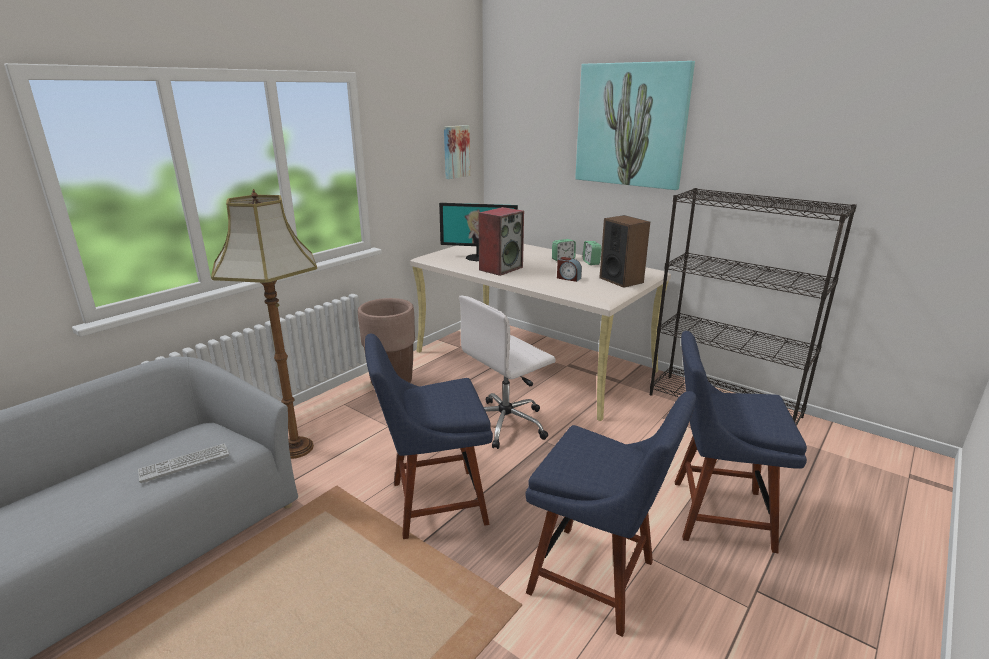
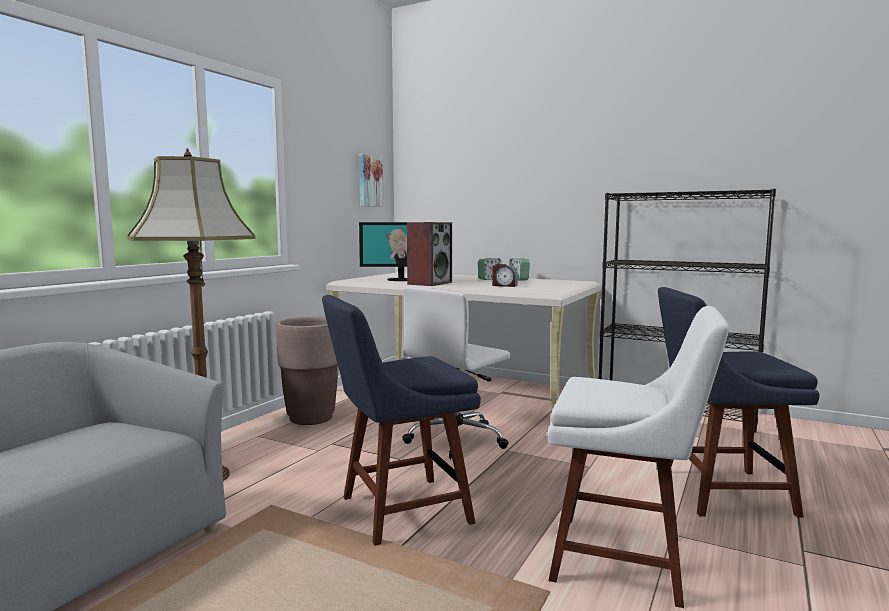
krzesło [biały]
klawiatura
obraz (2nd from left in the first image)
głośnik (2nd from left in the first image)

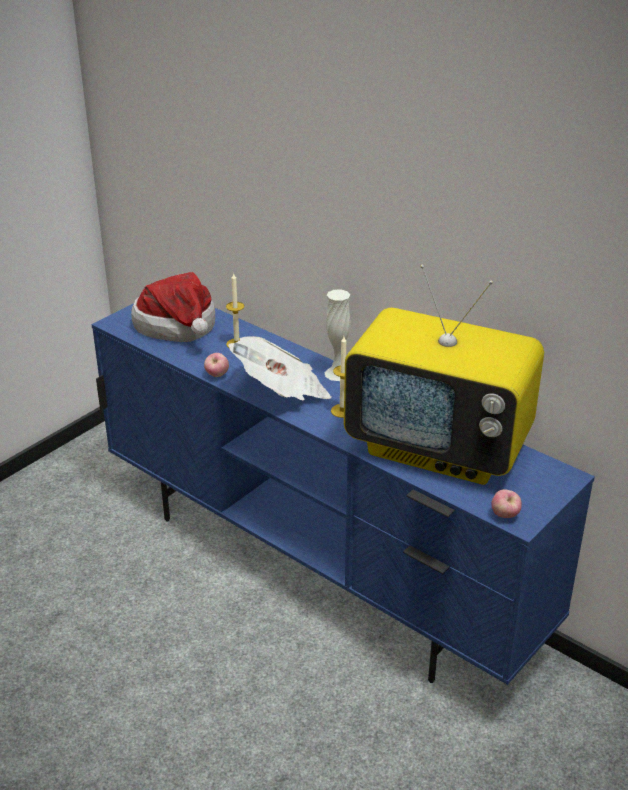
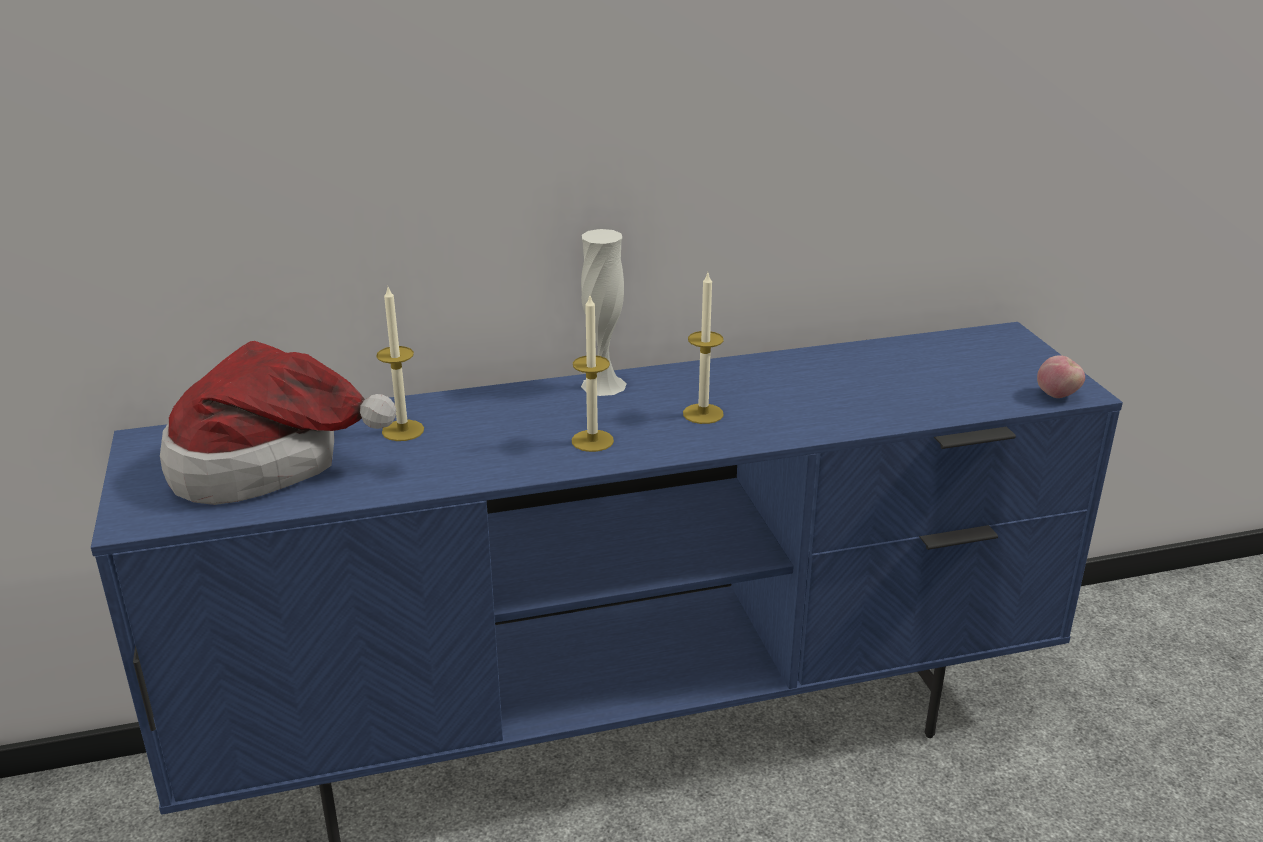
świeca (2nd from left)
jabłko (1st from left in the first image)
telewizor

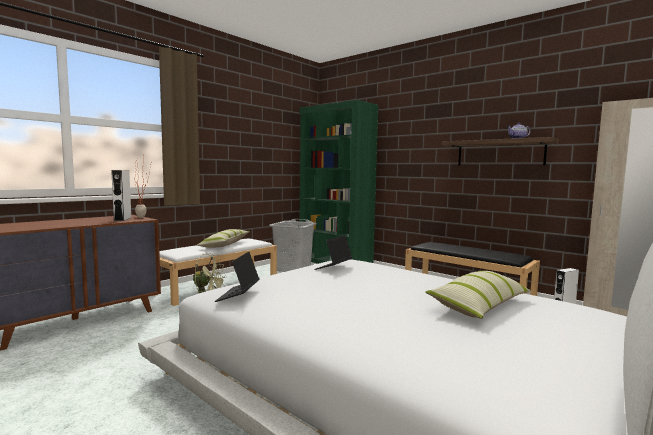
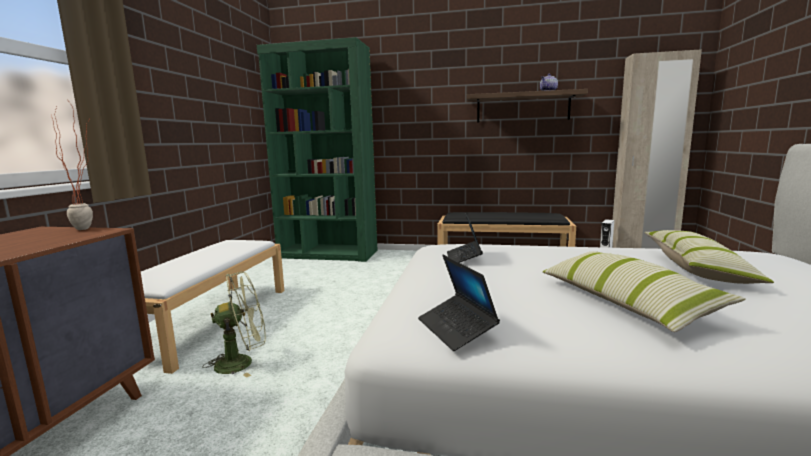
poduszka (1st from left)
głośnik [biały] (1st from left in the first image)
kosz na pranie [szary]

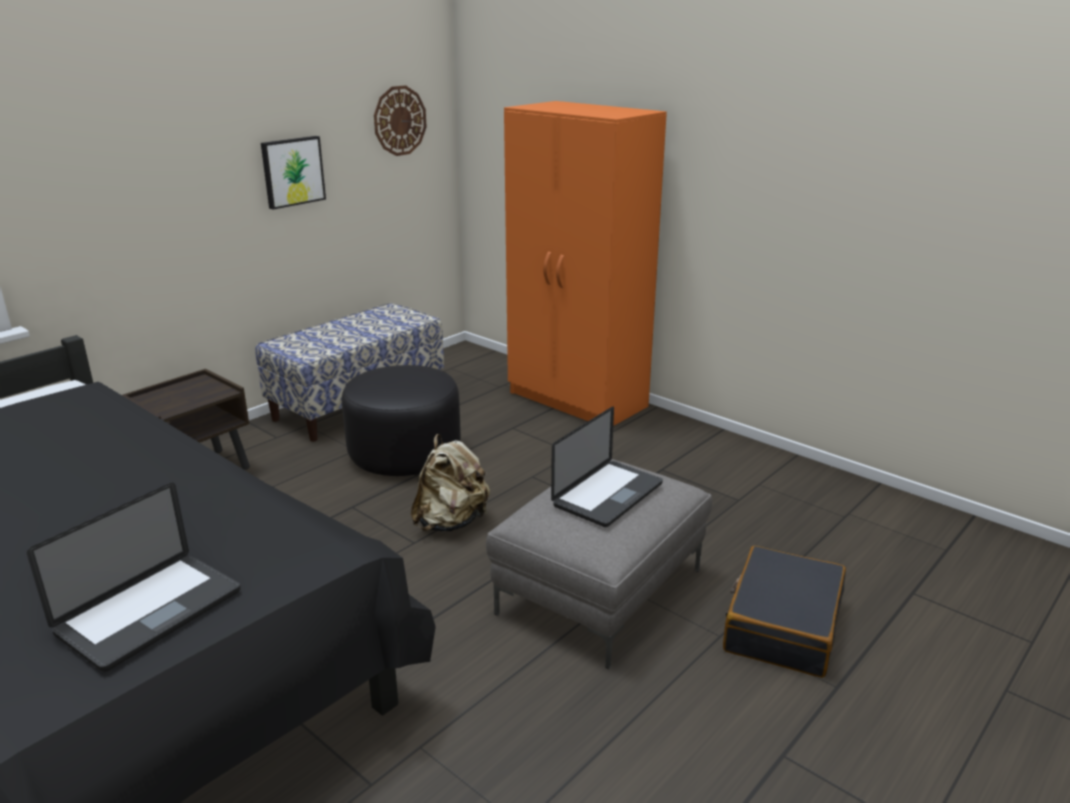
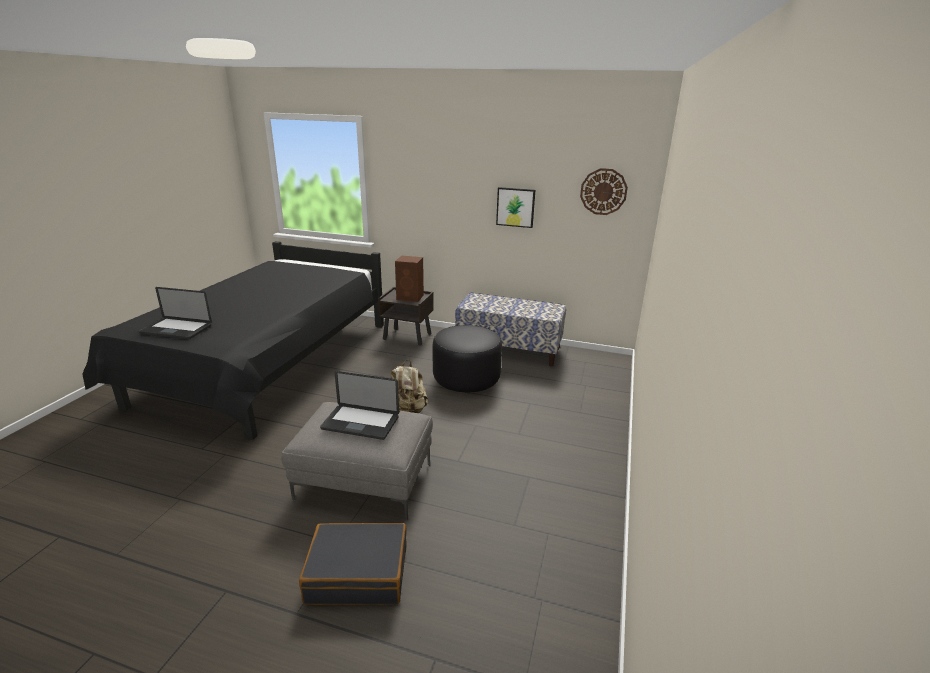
głośnik [brązowy]
szafa [pomarańczowy]

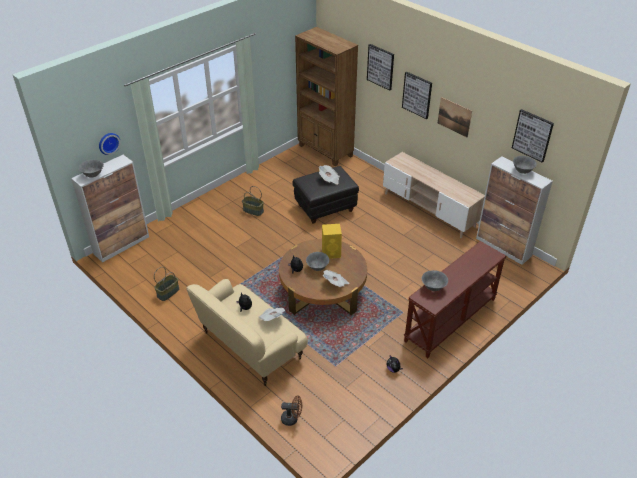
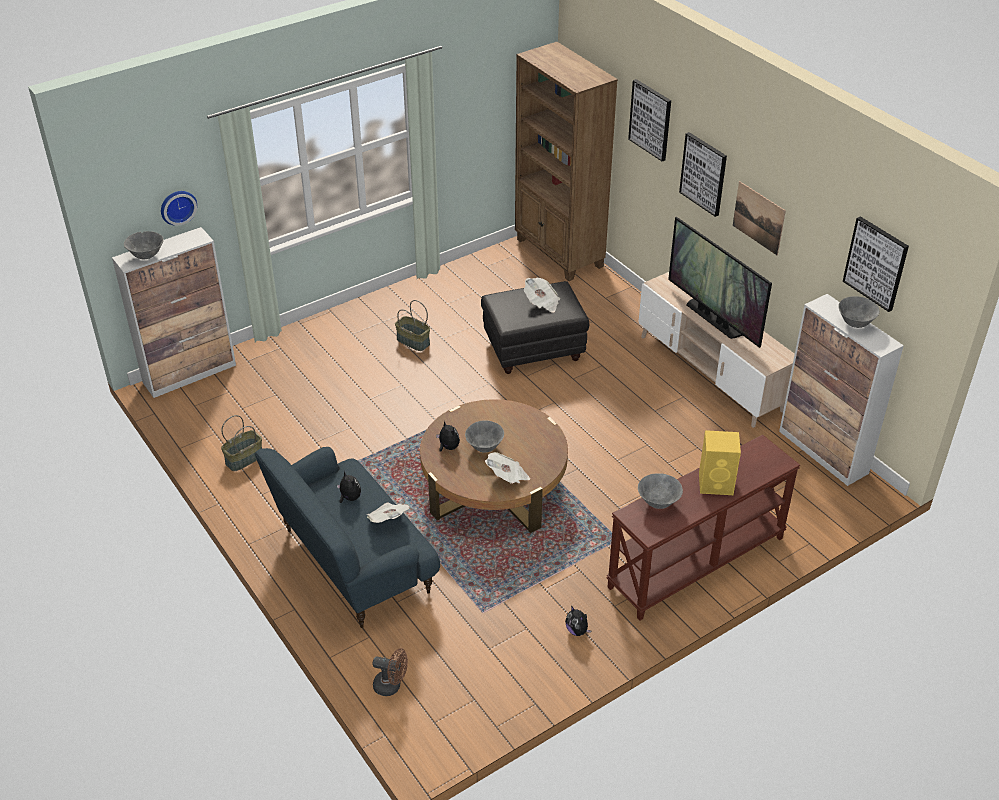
kanapa [niebieski]
telewizor
głośnik [żółty]

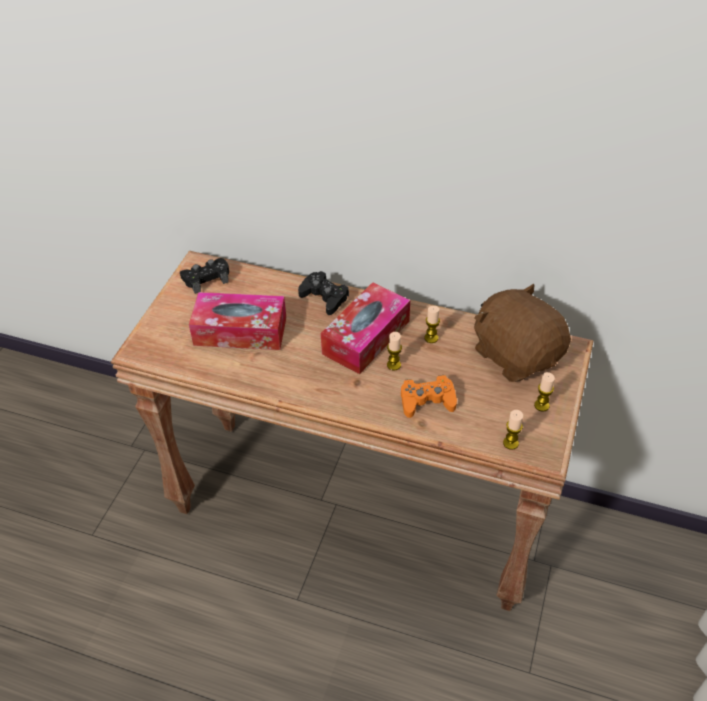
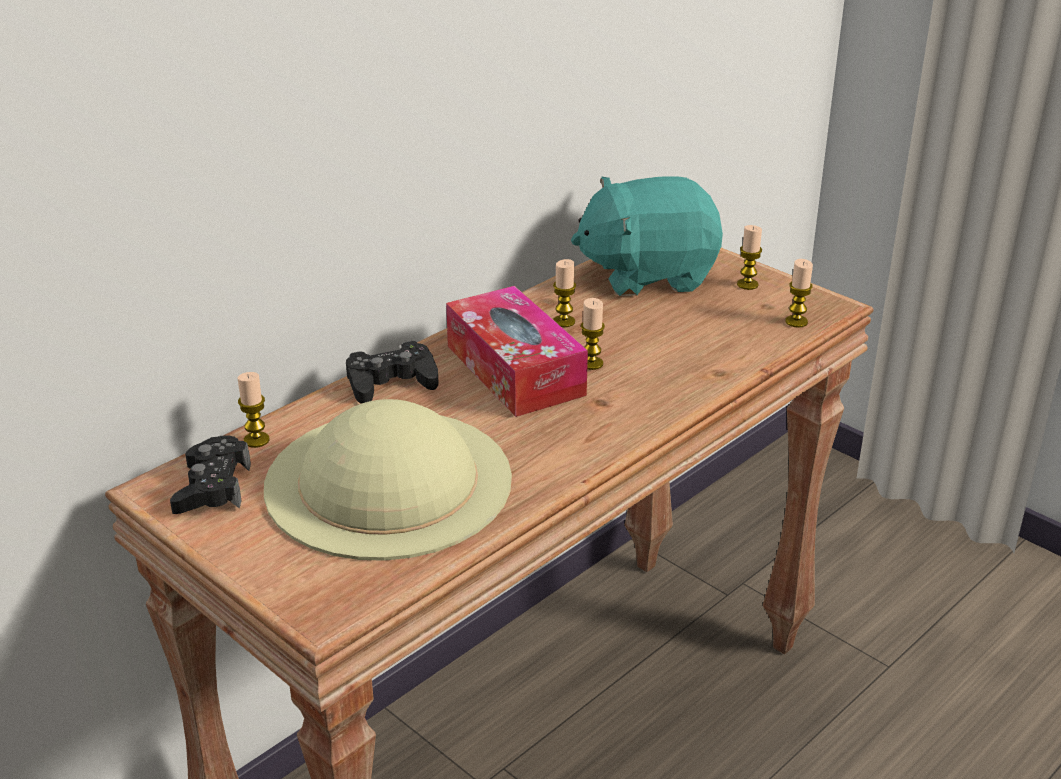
świeca (1st from left)
kapelusz [beżowy]
pluszak [turkusowy]
pad do gier [pomarańczowy]

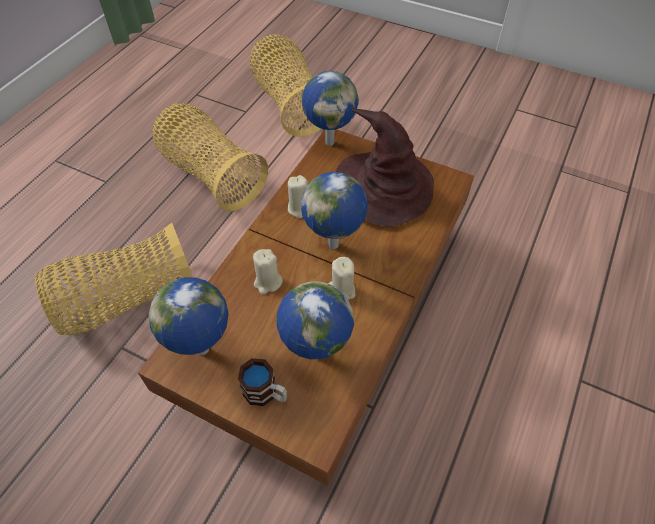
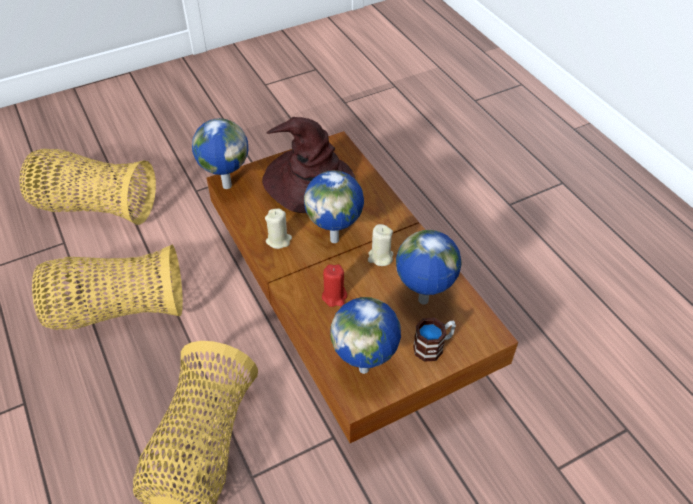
świeca [czerwony]

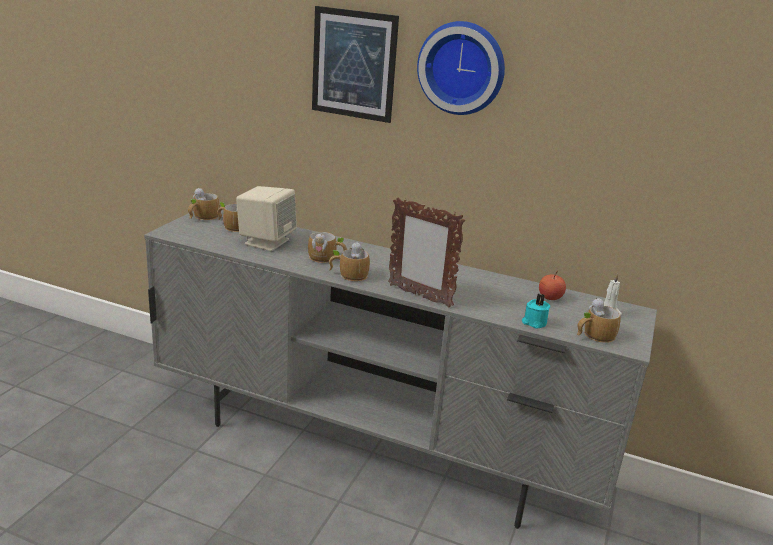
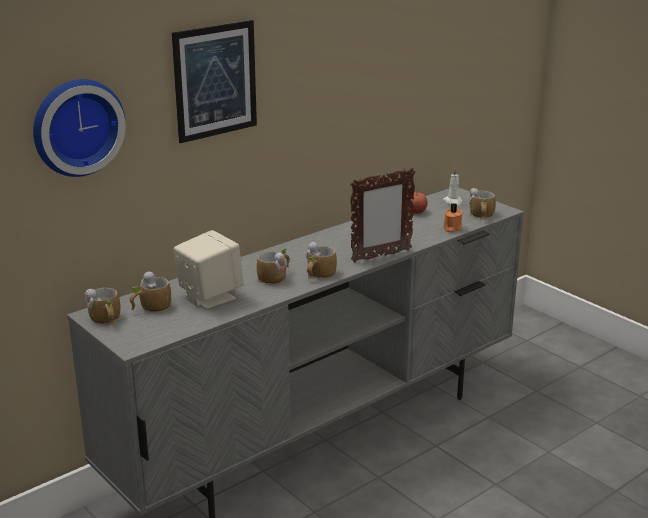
zegar ścienny
świeca [pomarańczowy]

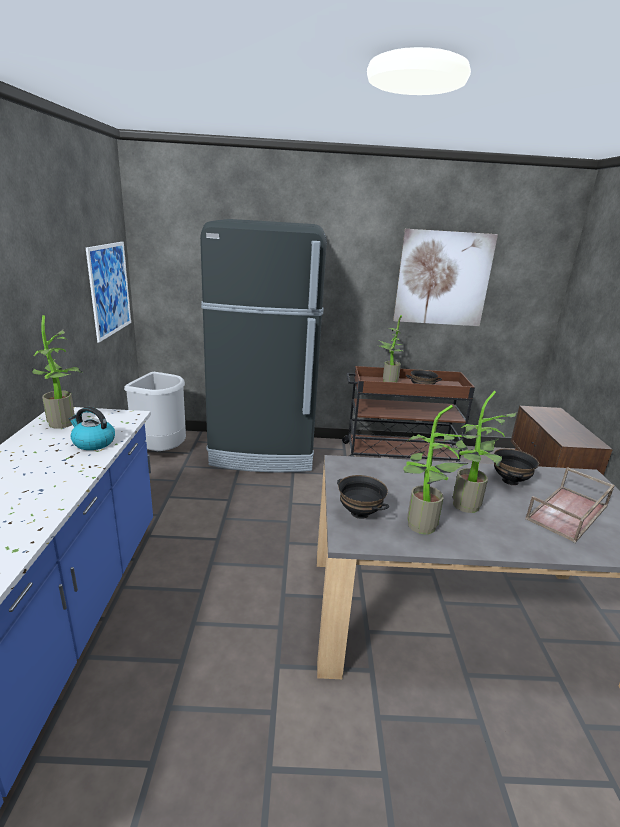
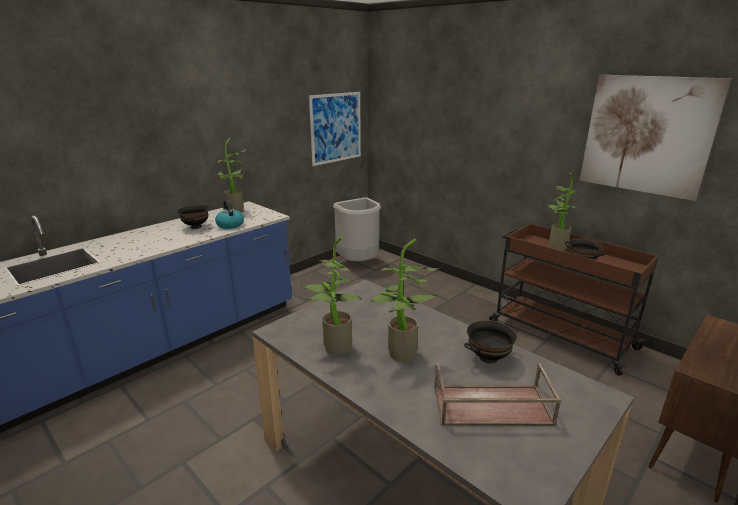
miska [czarny] (1st from left)
lodówka [czarny]

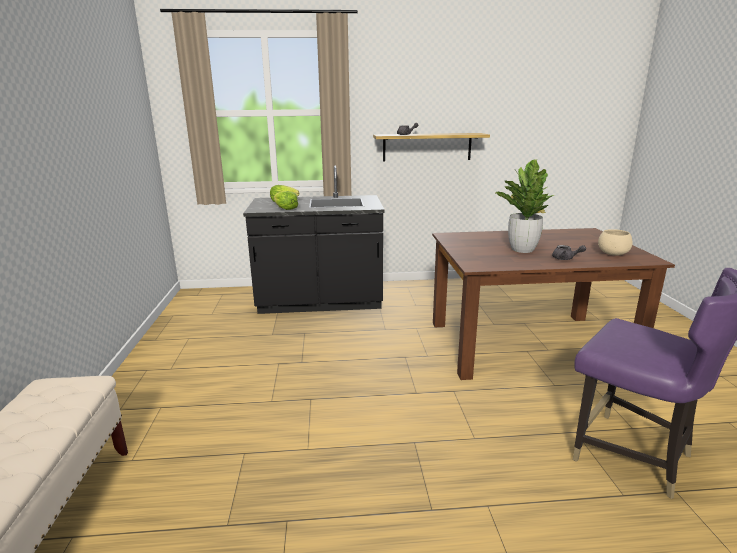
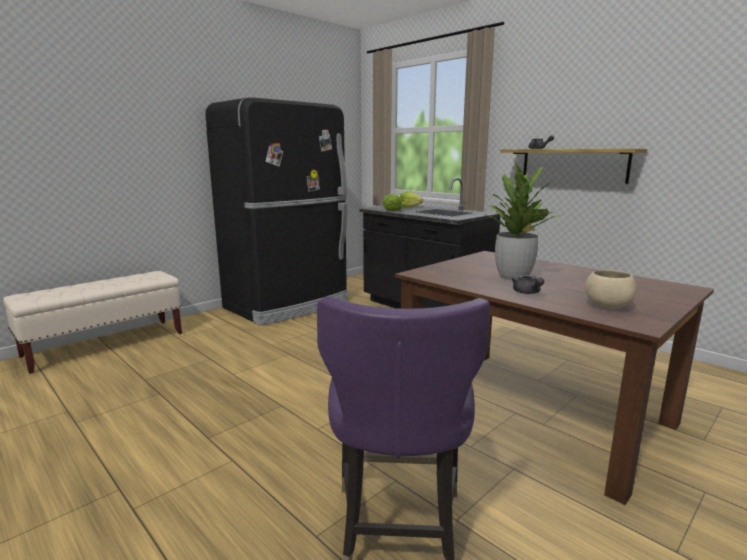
lodówka [czarny]

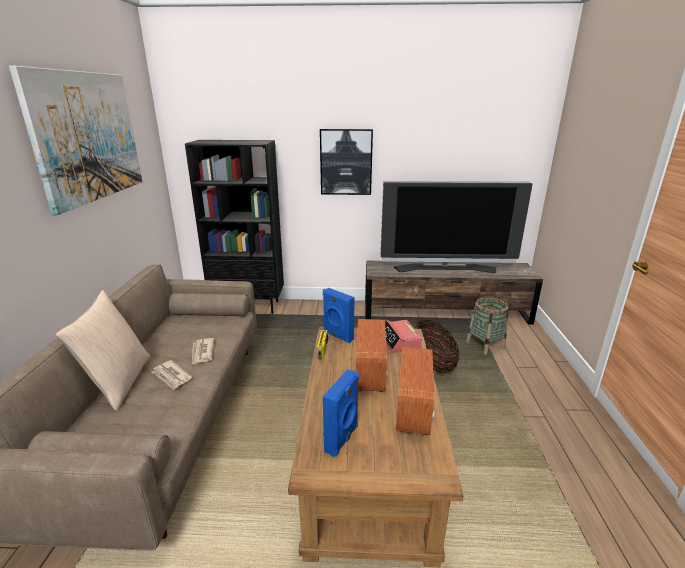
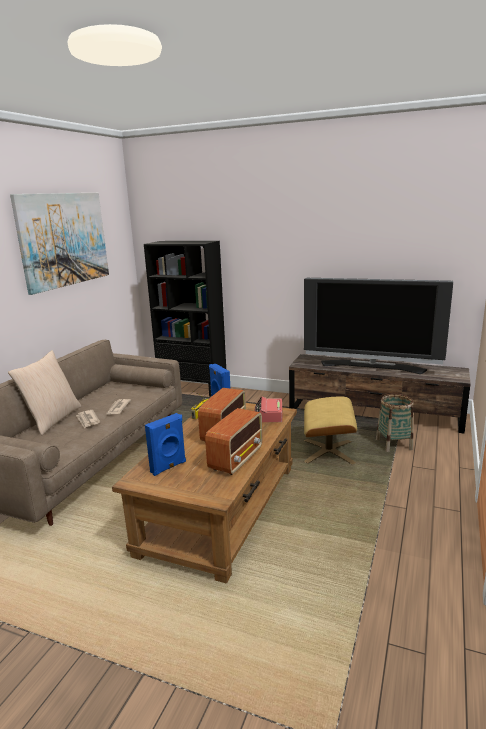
pufa [beżowy]
obraz (2nd from left in the first image)

